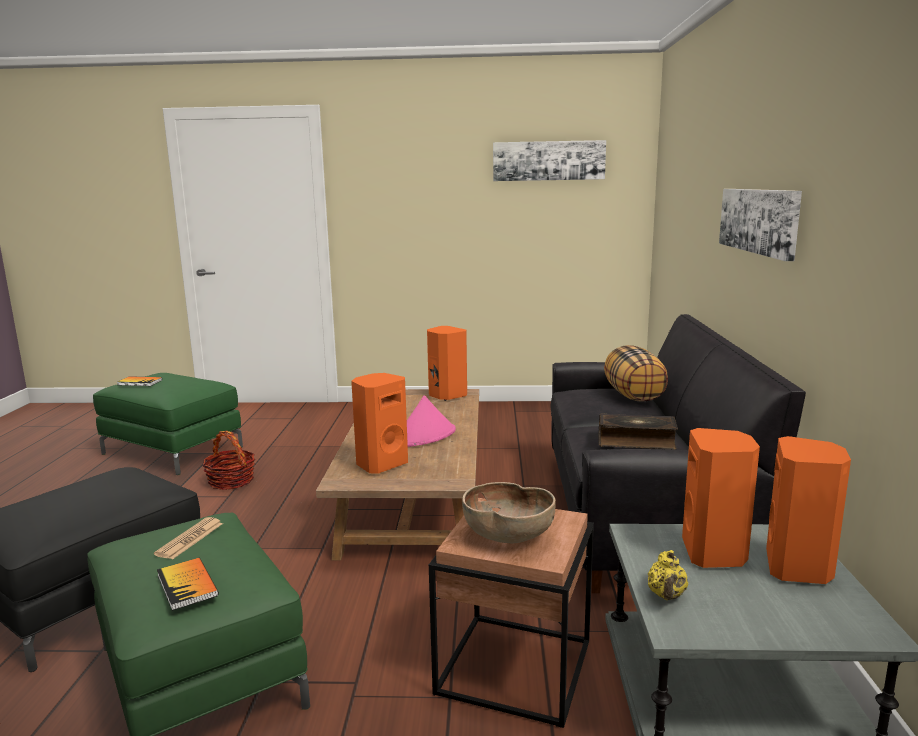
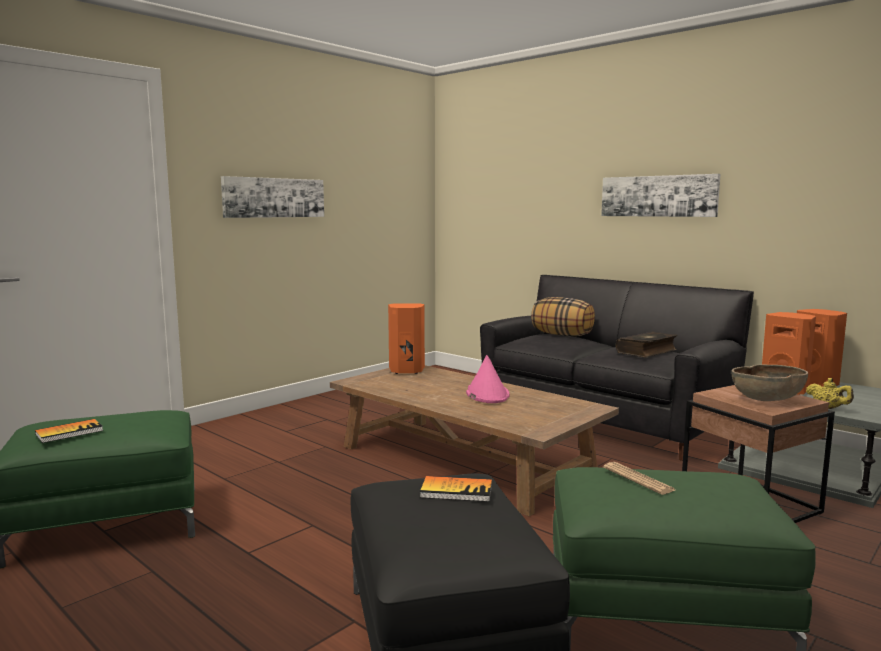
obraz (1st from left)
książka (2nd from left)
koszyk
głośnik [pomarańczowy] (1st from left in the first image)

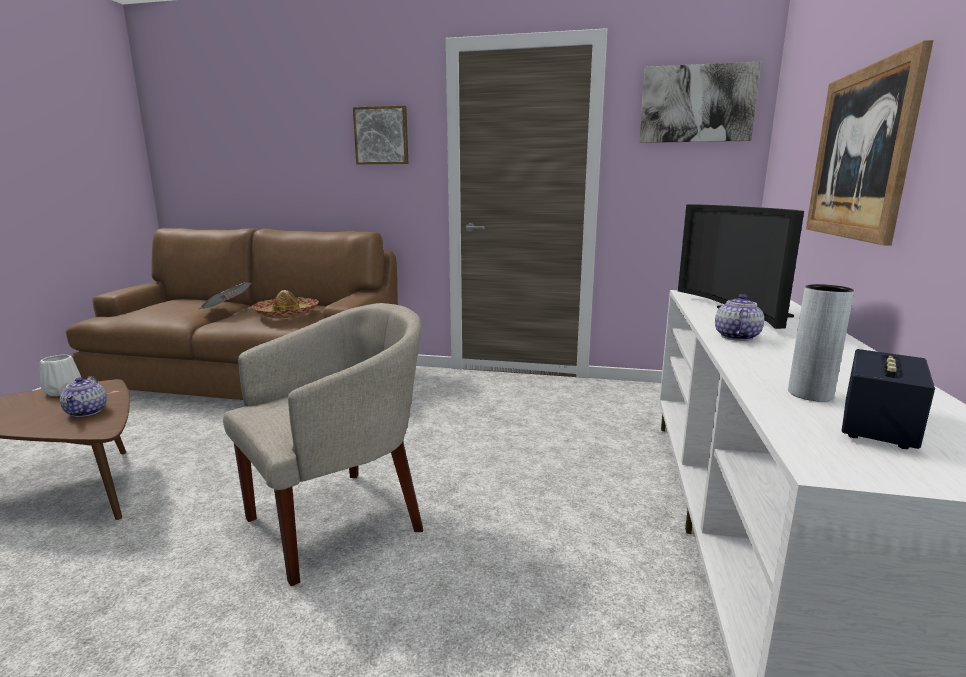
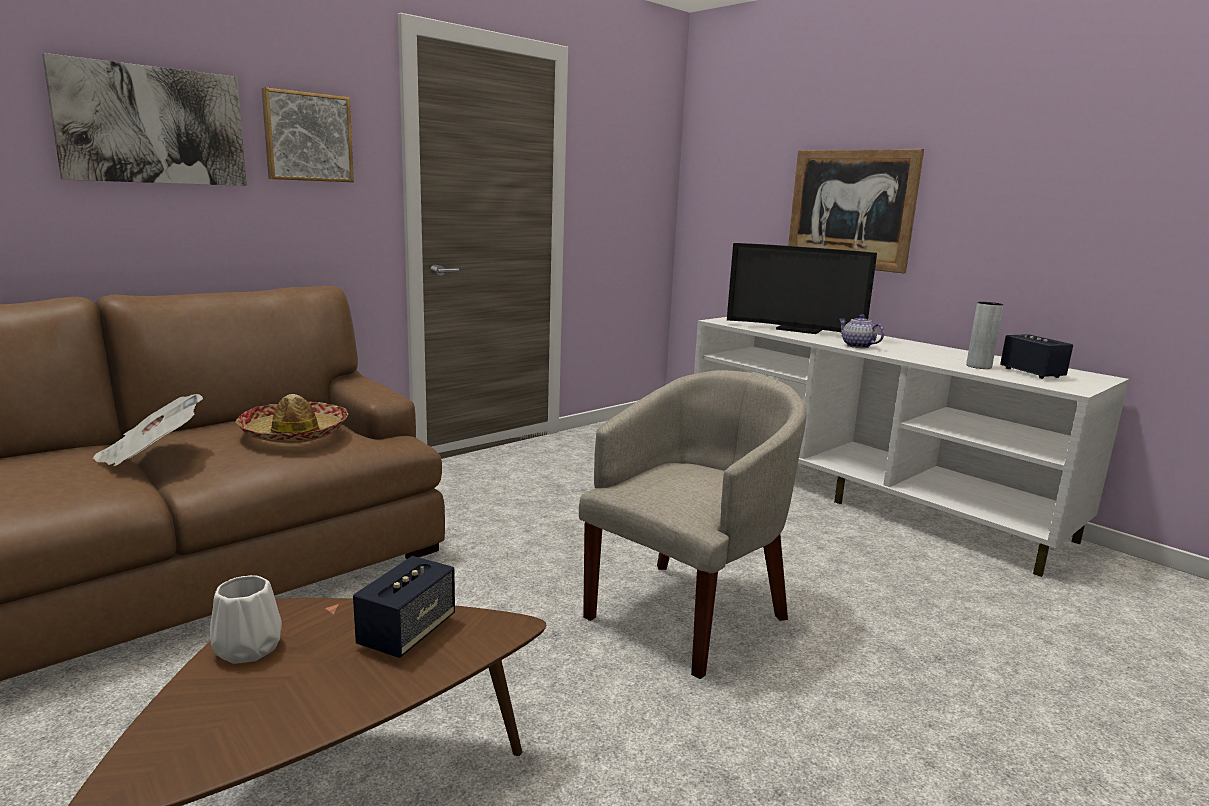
obraz (1st from left)
głośnik (1st from left)
fotel [beżowy]

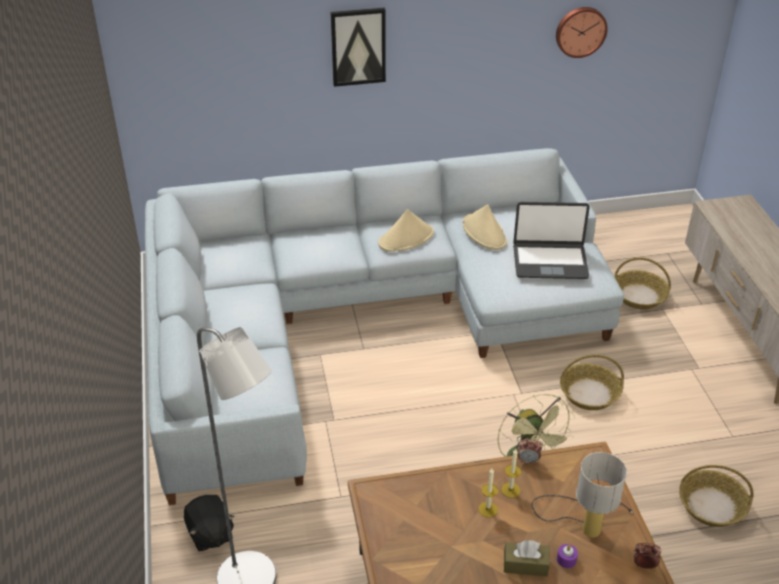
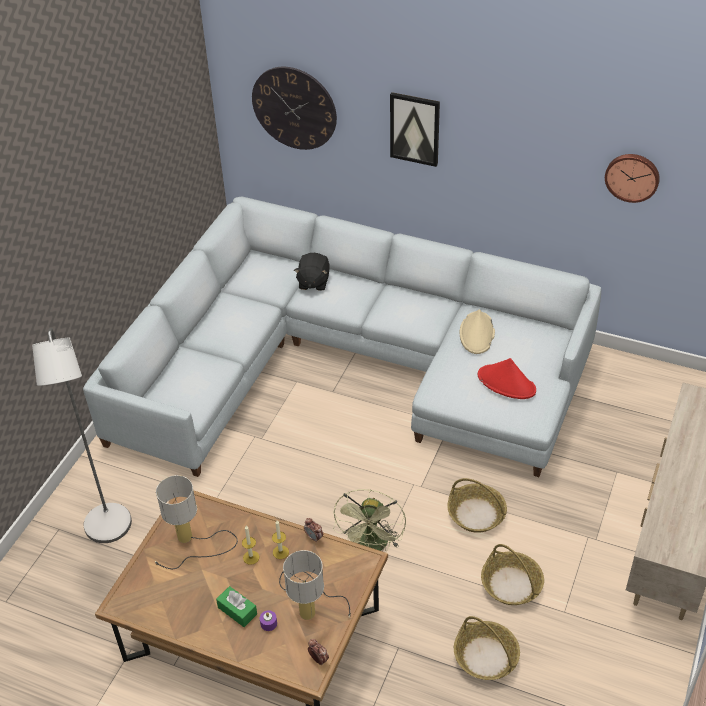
lampa stołowa (1st from left)
pudełko chusteczek [zielony]
zegar ścienny (1st from left)
pluszak [czarny]
kapelusz [czerwony]
koszyk (3rd from left)
kapelusz [beżowy] (1st from left in the first image)

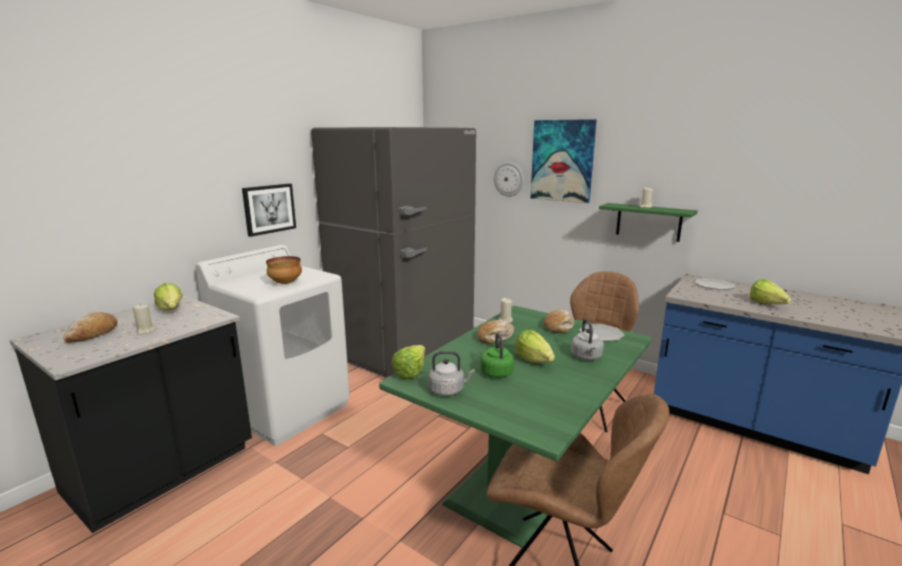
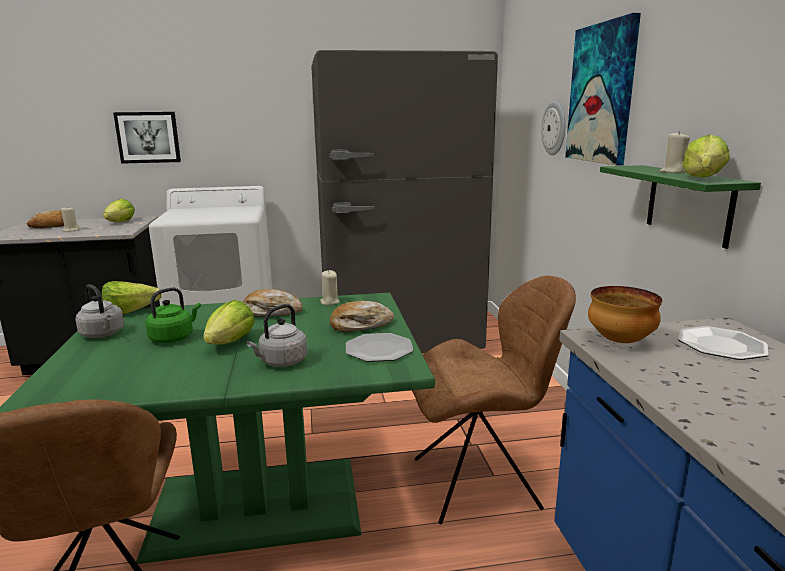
obraz (1st from left)
miska
sałata (4th from left)

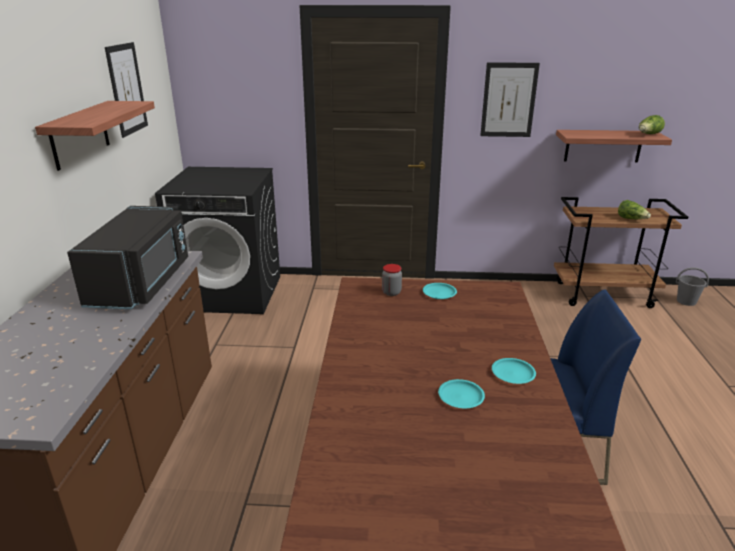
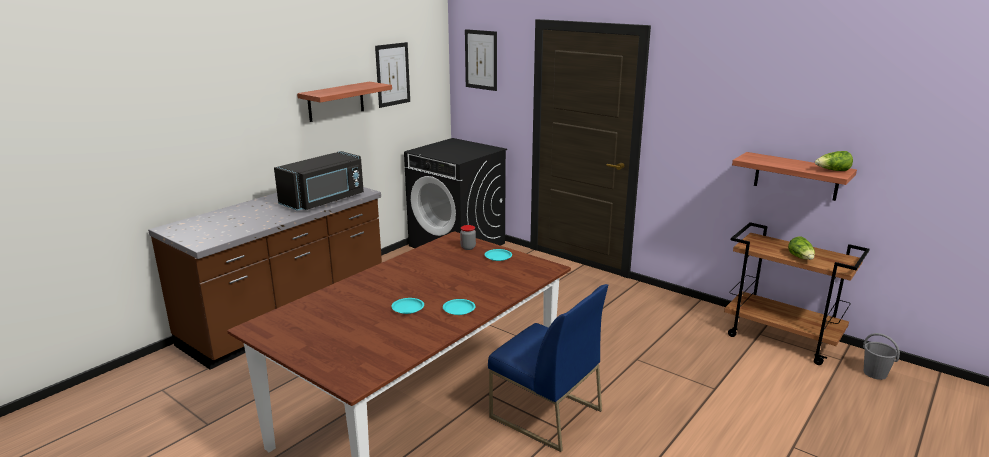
obraz (2nd from left)

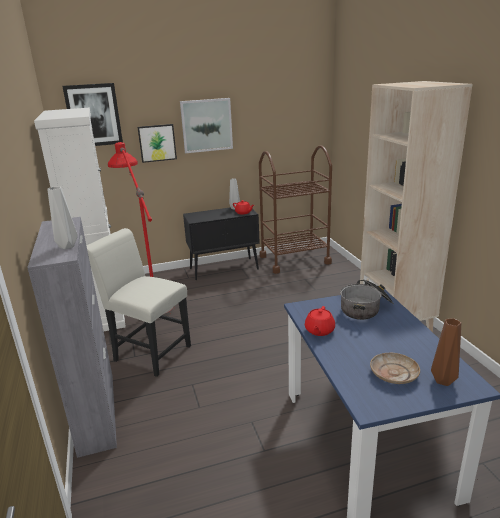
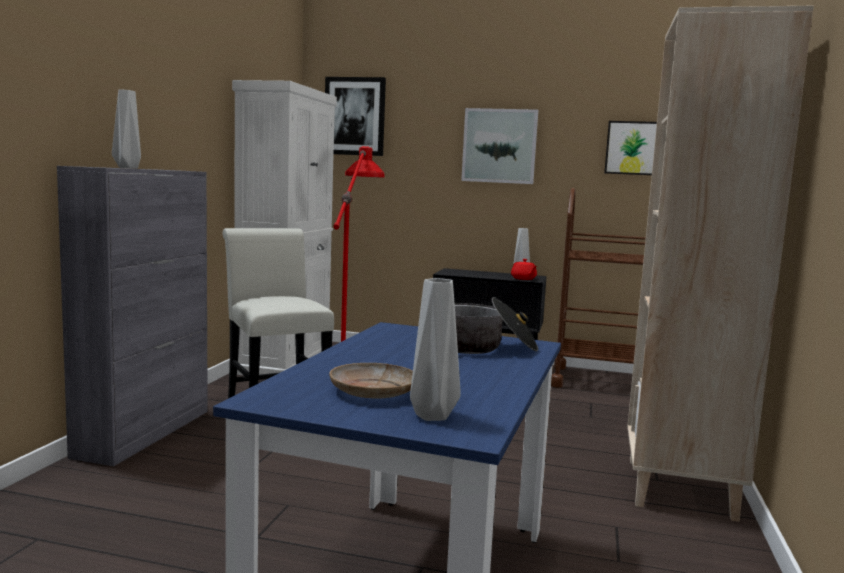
wazon [szary] (2nd from left)
obraz (3rd from left)
imbryk [czerwony] (2nd from left in the first image)

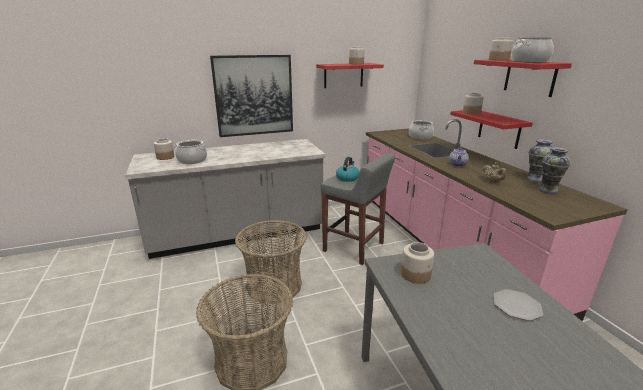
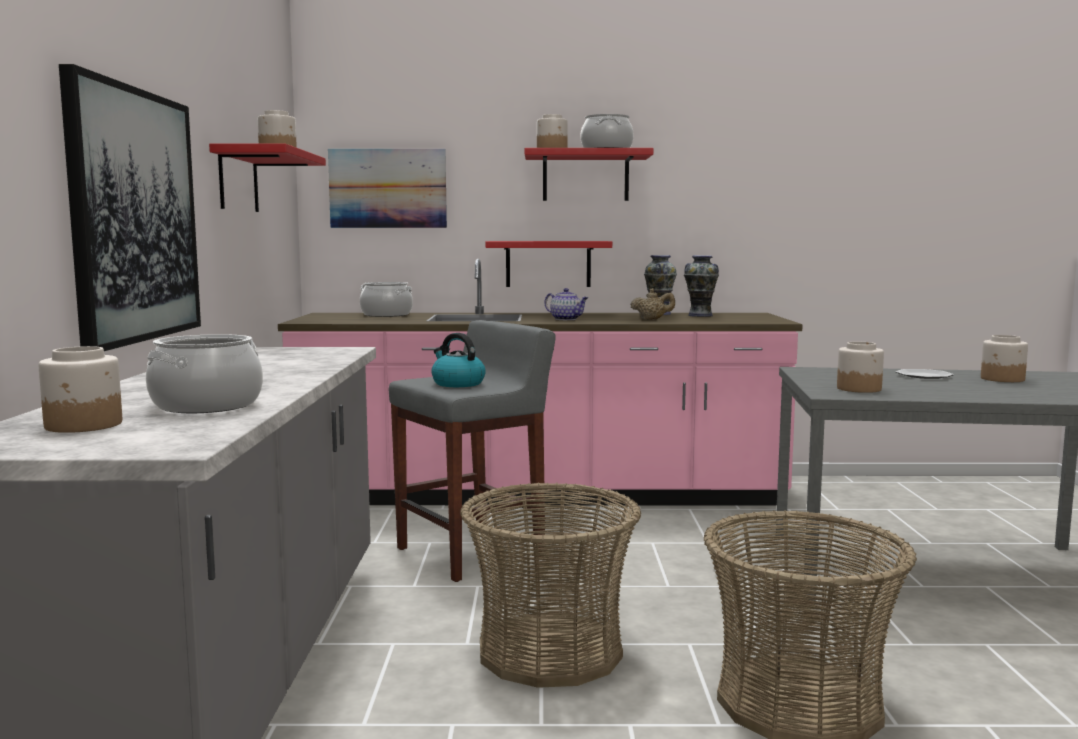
obraz (2nd from left)
słoik (5th from left)

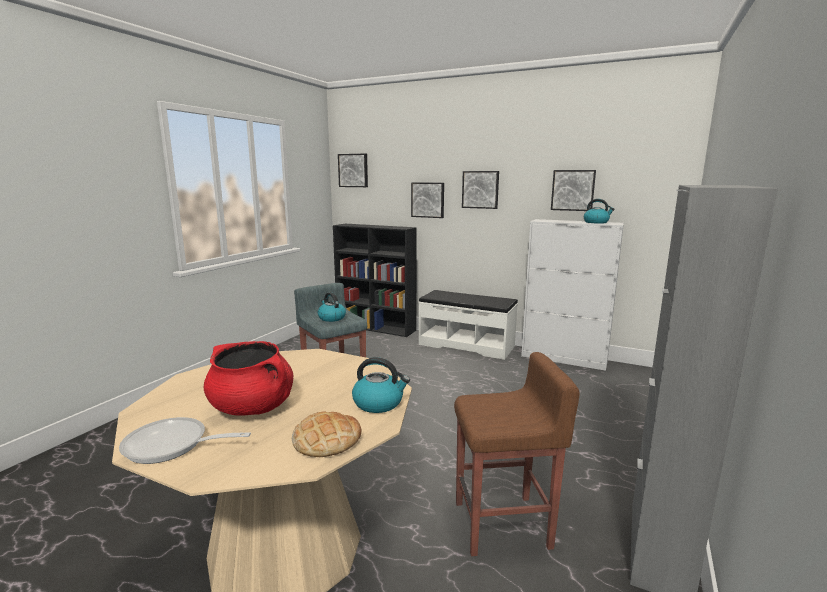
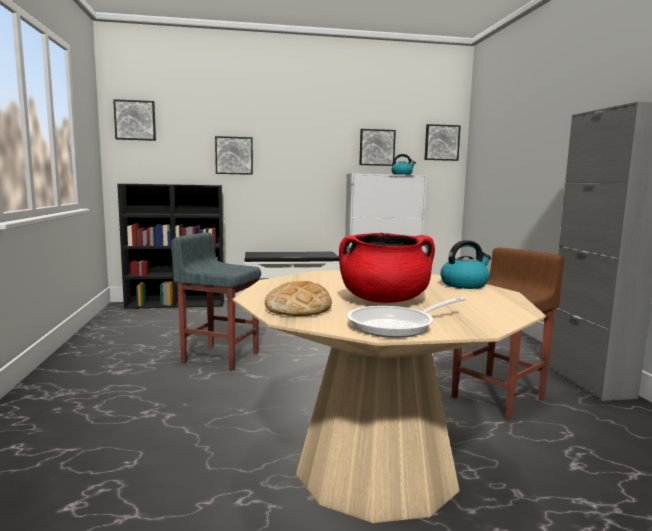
chleb
obraz (4th from left)
czajnik (1st from left in the first image)

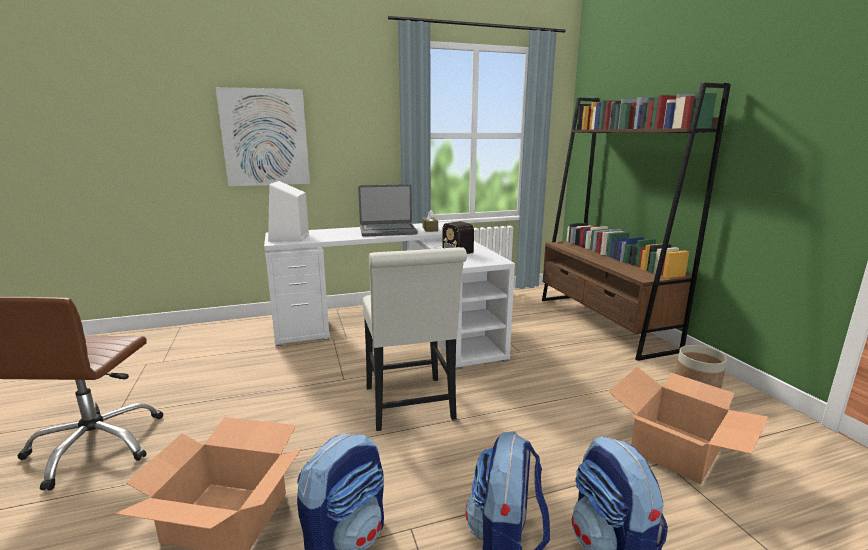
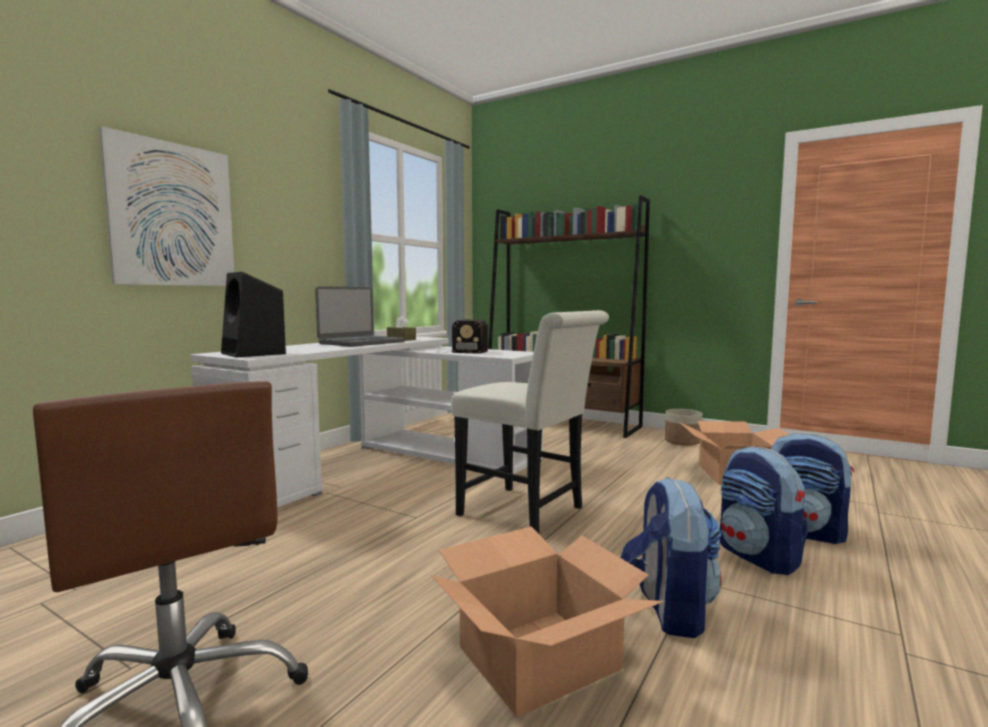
głośnik [czarny]

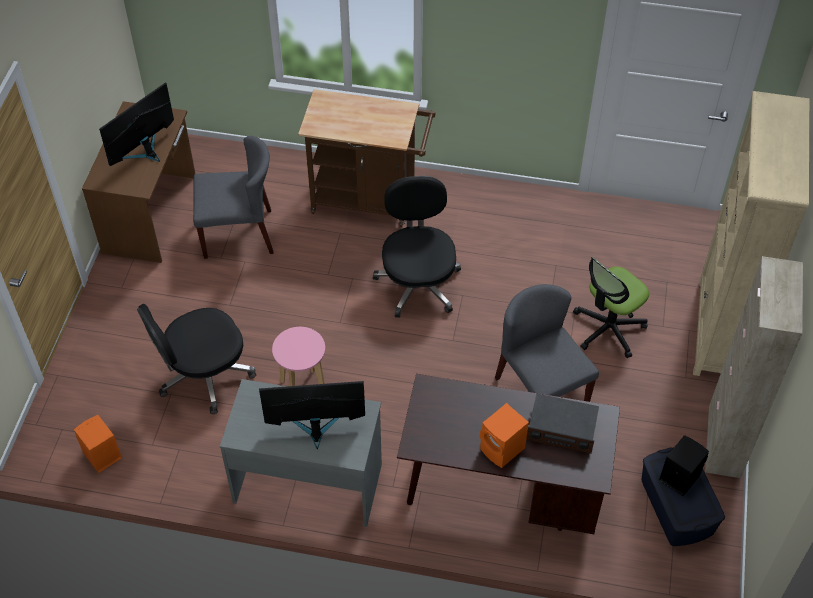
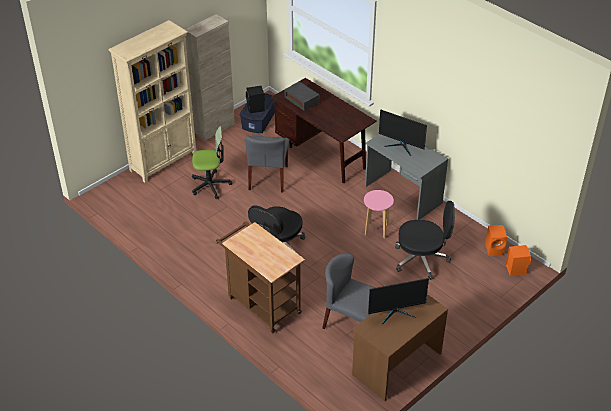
głośnik [pomarańczowy] (2nd from left)

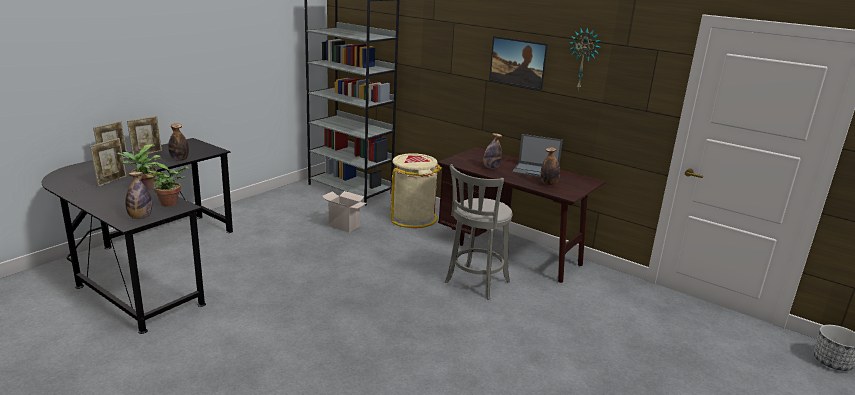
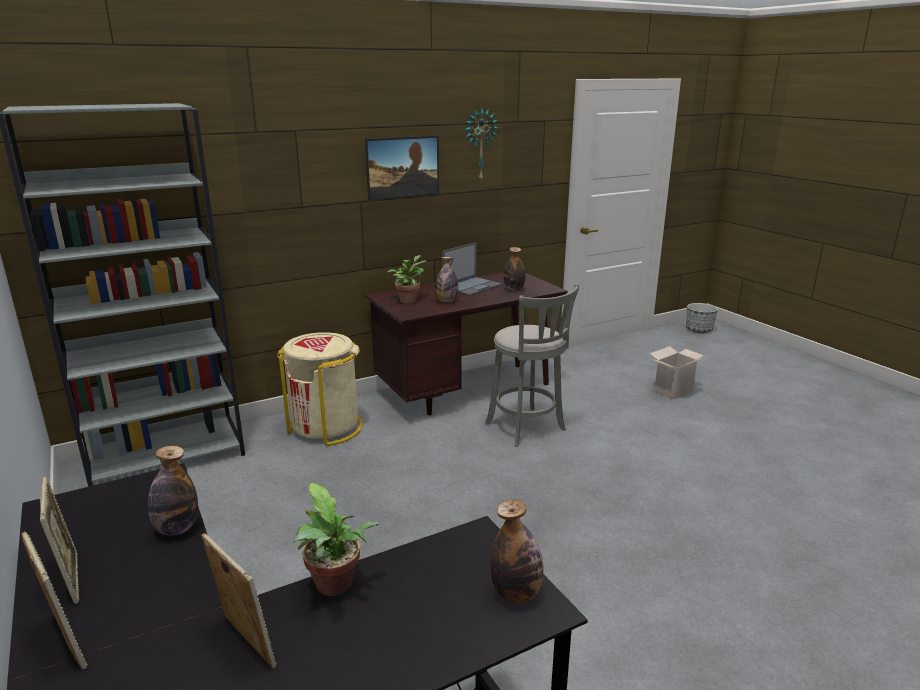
roślina doniczkowa (2nd from left)
karton

